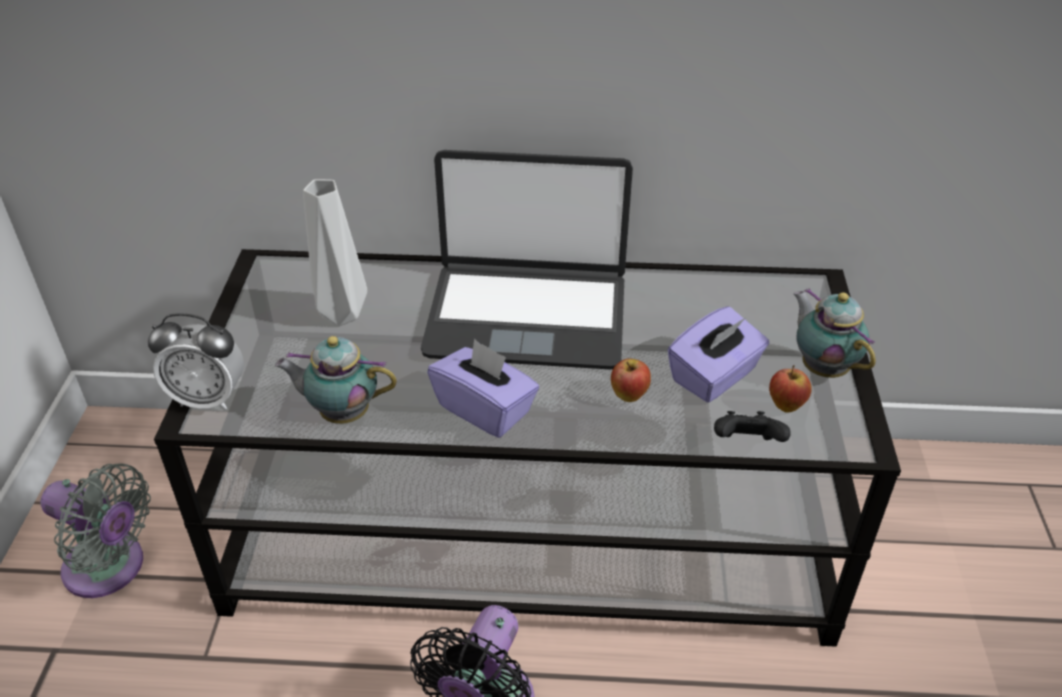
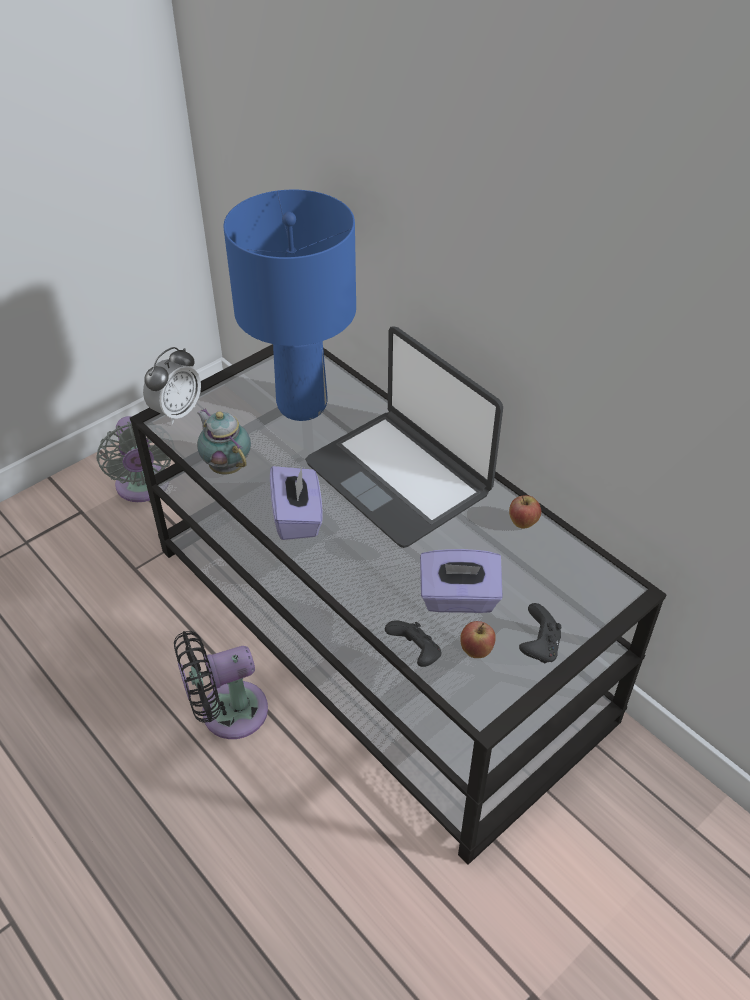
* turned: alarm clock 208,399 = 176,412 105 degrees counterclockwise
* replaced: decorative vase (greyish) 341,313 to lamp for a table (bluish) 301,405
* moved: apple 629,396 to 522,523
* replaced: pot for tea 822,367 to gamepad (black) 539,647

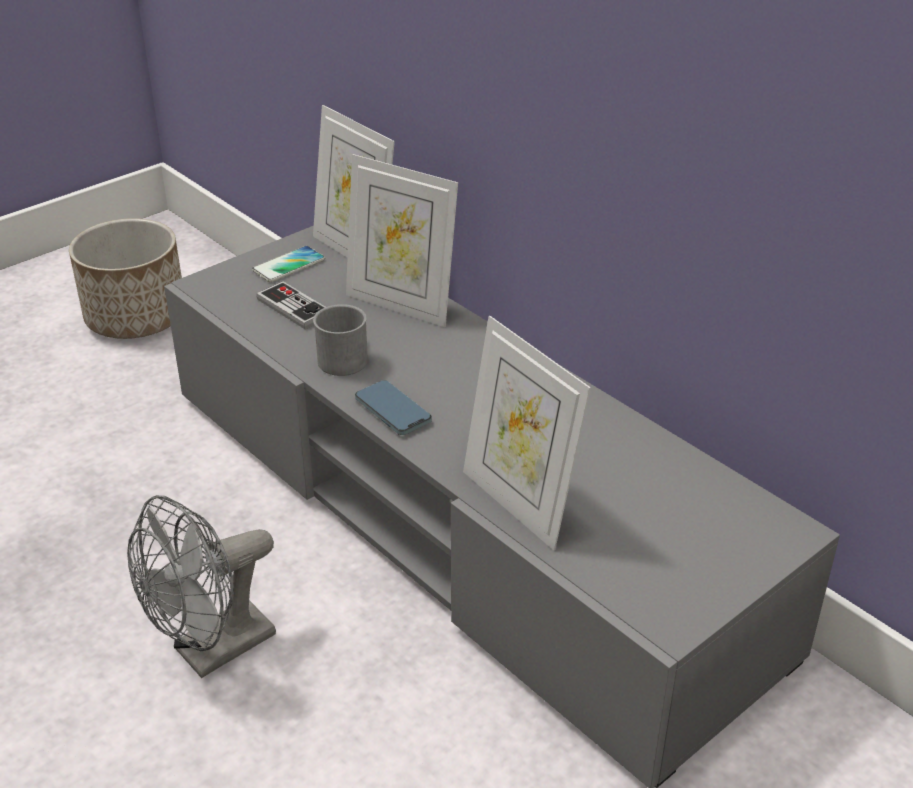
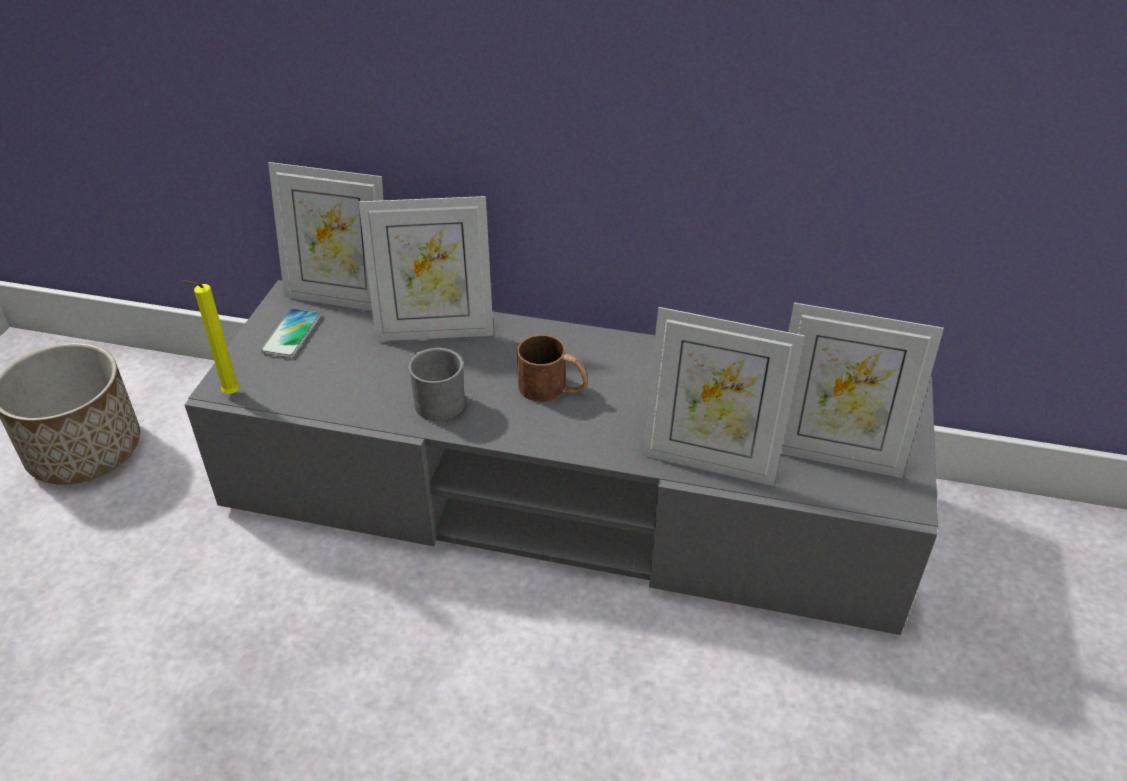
* removed: cooling fan (greyish) 212,651
* removed: gamepad 293,307
* removed: handset 393,411
* added: wax light (yellowish) 229,394
* added: mug (brown) 553,389
* added: picture frame 834,454

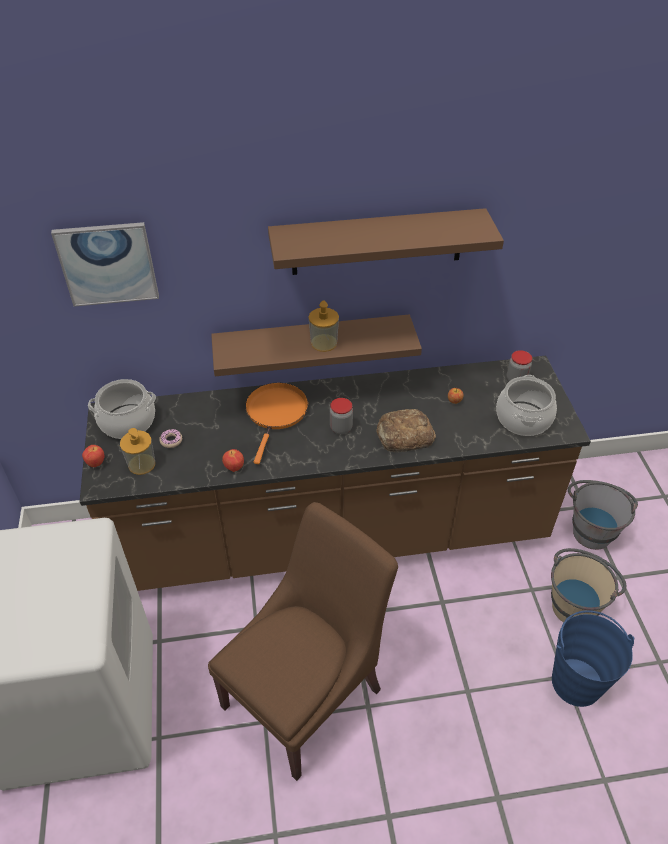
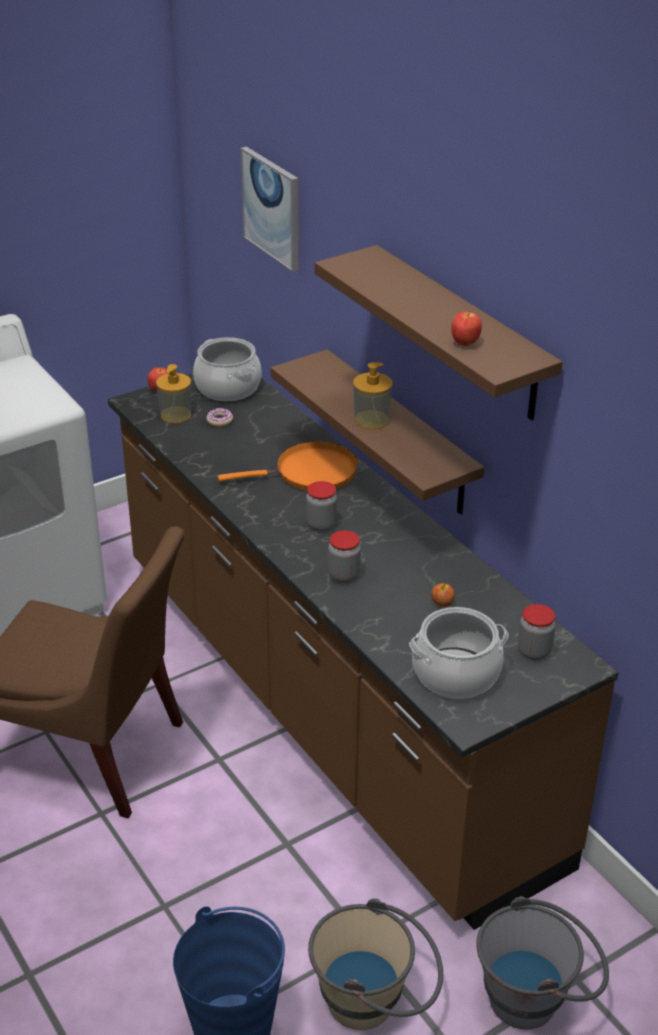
* moved: apple 234,468 to 464,343
* replaced: bread 403,435 to jar 344,575

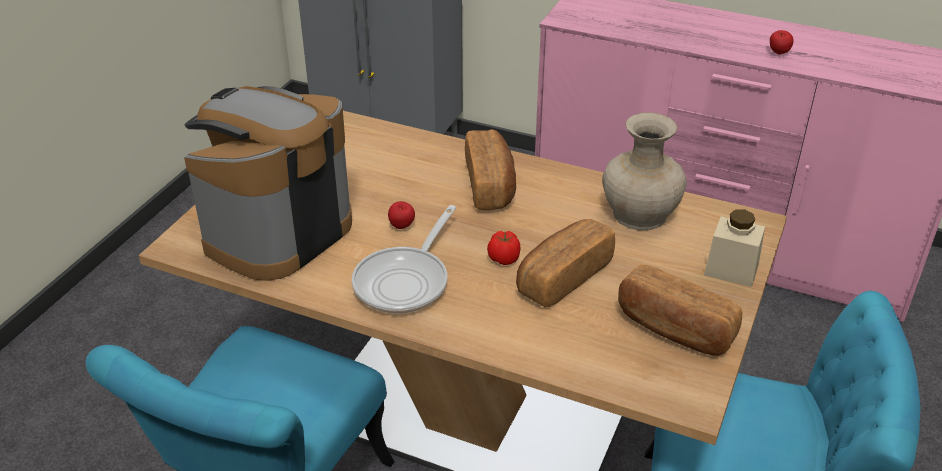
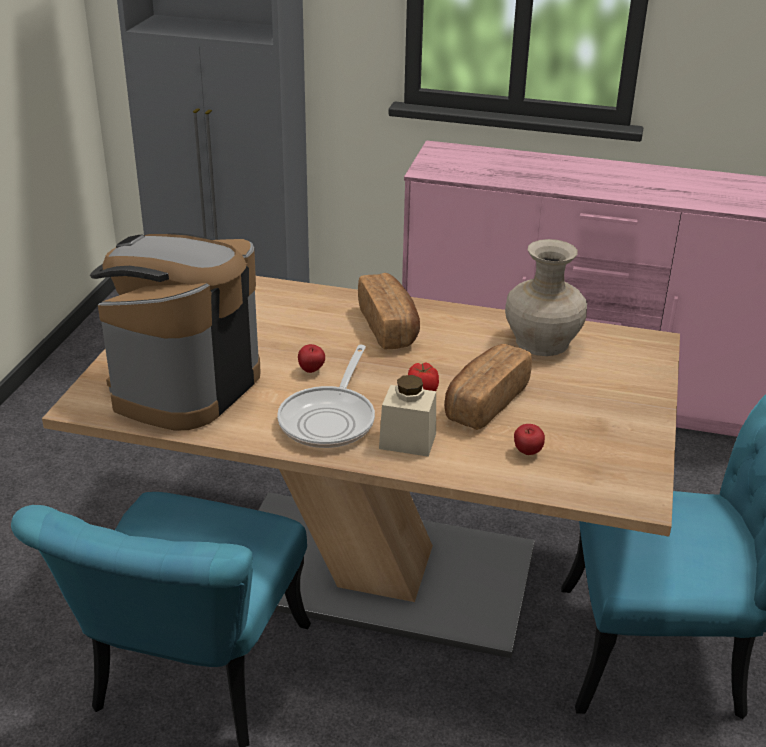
* removed: bread 674,329
* moved: jar (beige) 731,270 to 407,441
* moved: apple 778,53 to 527,453

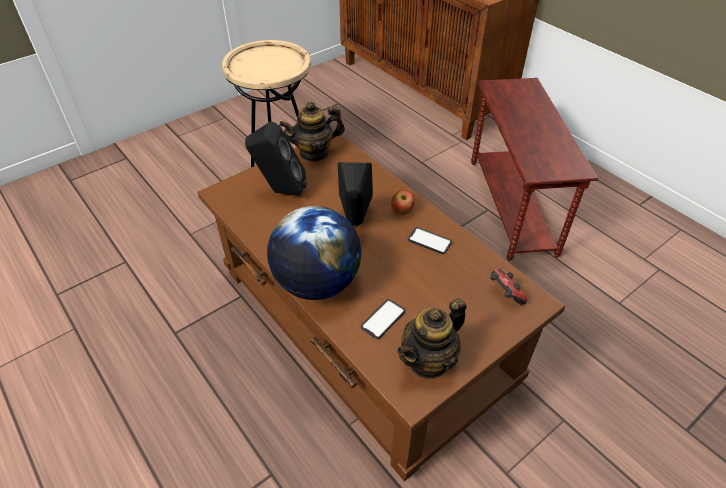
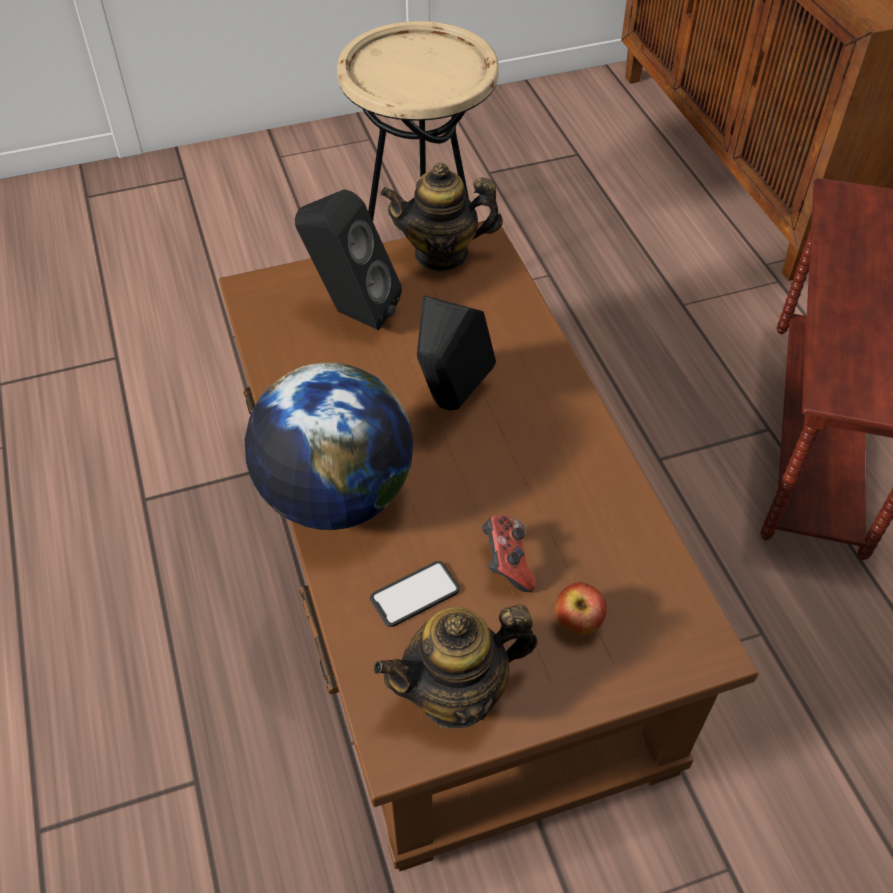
* moved: apple 402,211 to 577,623
* removed: handset 429,241
* moved: gamepad 504,294 to 507,564

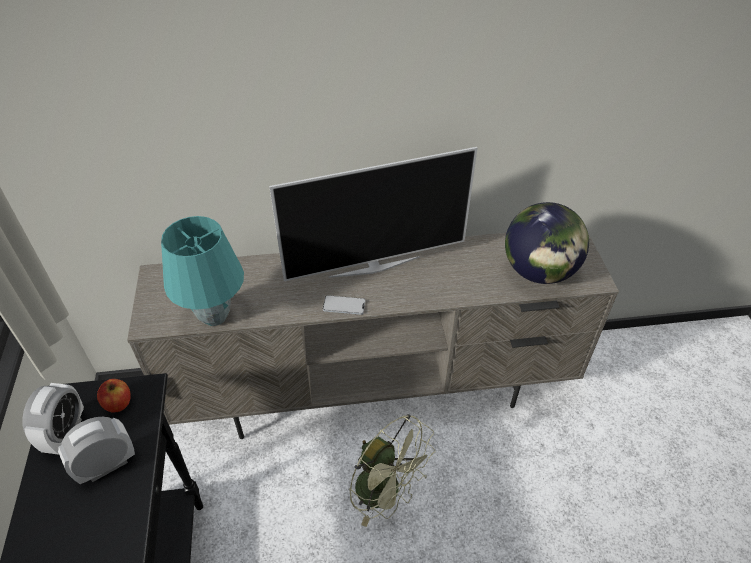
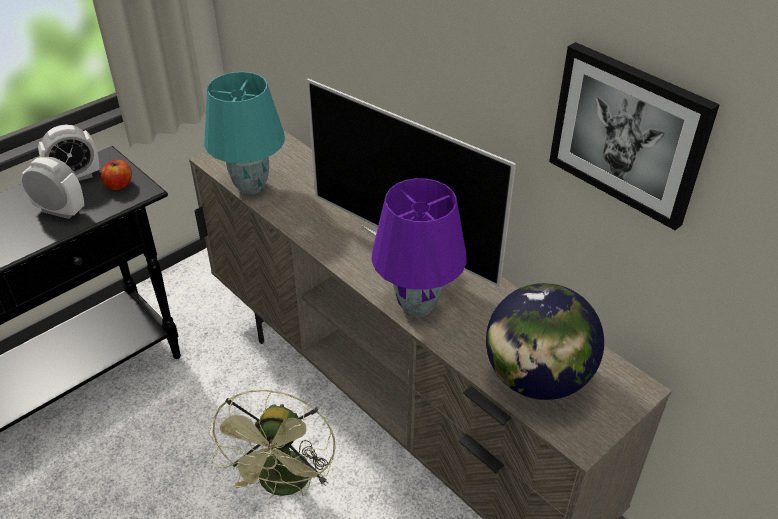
* removed: handset 344,305
* added: lamp for a table (purplish) 418,306
* added: wall art 629,133

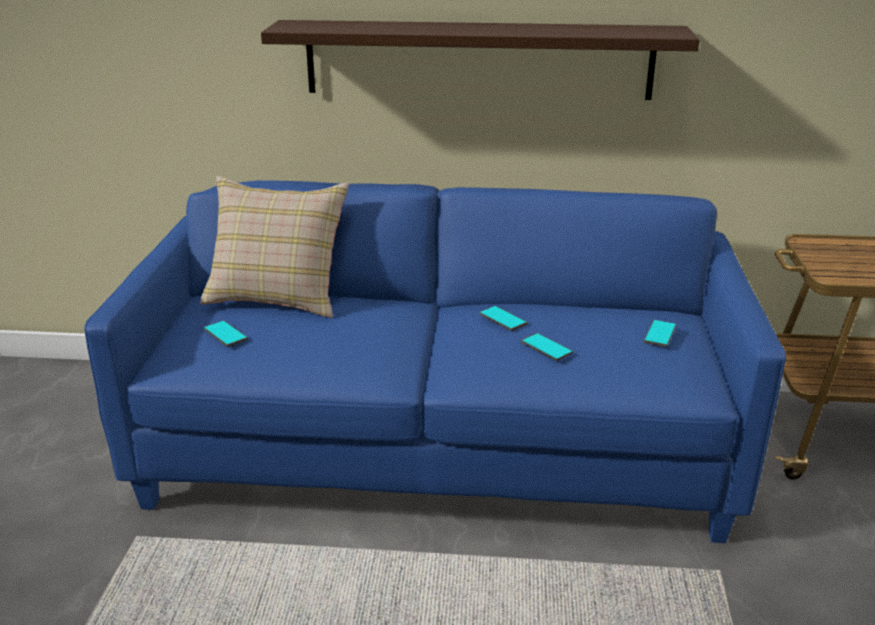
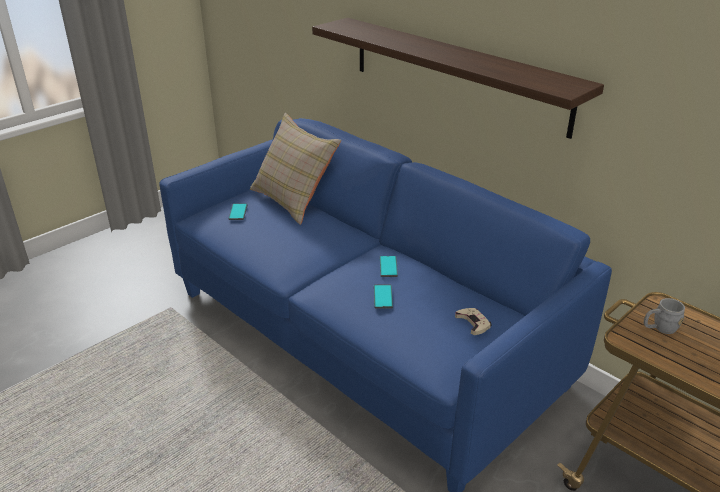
* replaced: handset 660,334 to gamepad (beige) 473,323
* added: mug (greyish) 659,328

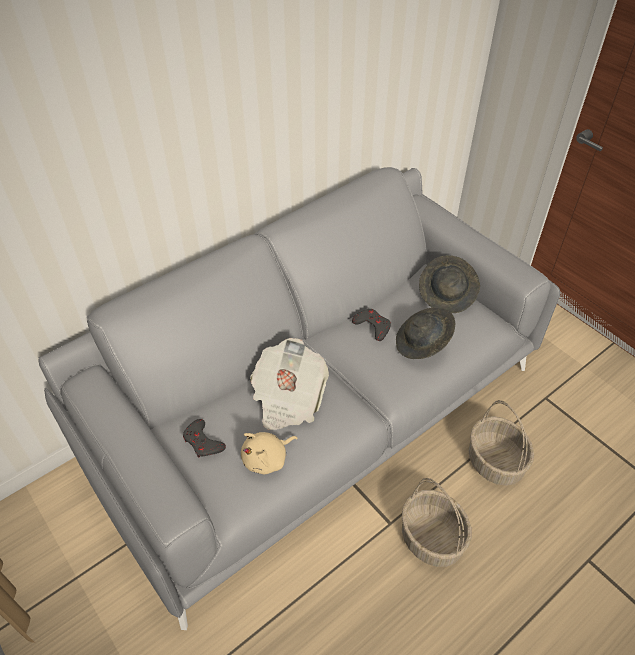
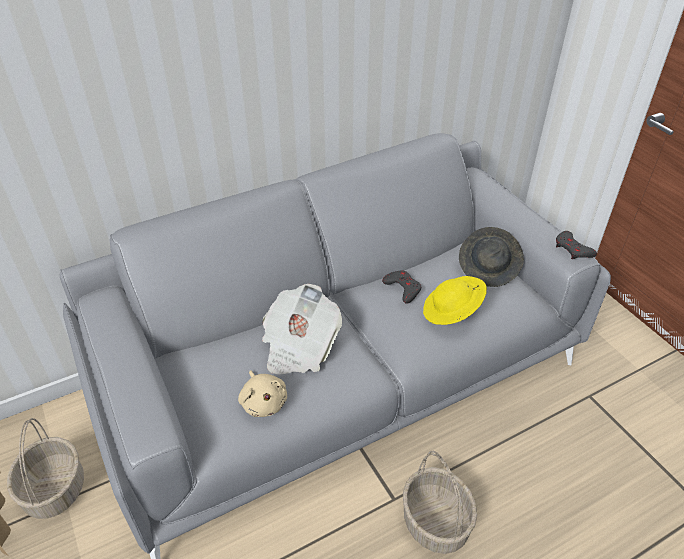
* moved: gamepad (greyish) 203,442 to 572,249
* turned: cuddly toy (beige) 267,459 = 263,402 90 degrees counterclockwise
* recoloured: hat (greyish) 423,343 to hat (yellowish) 452,312
* moved: basket 494,461 to 54,489

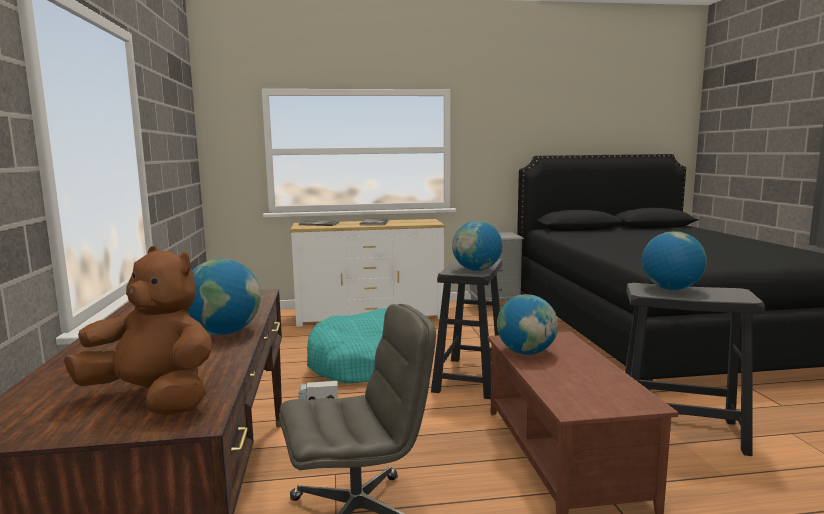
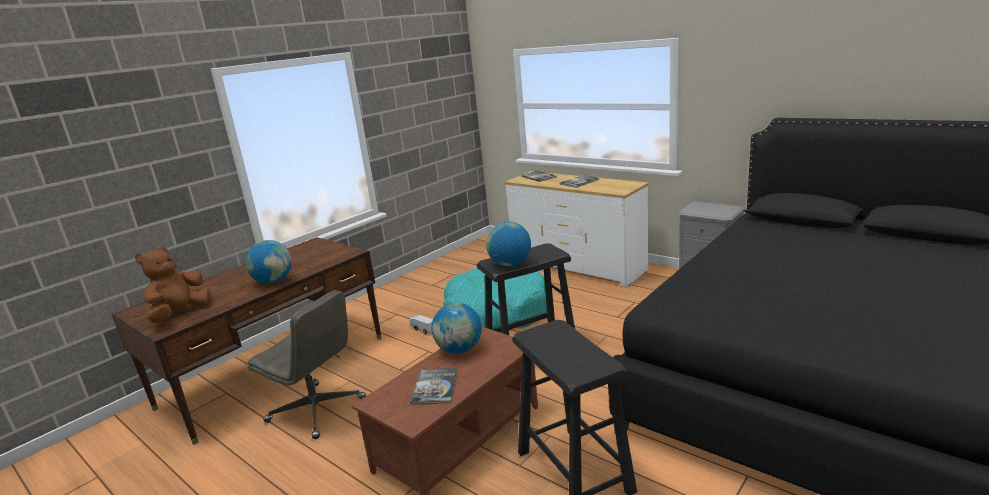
* turned: cuddly toy (brown) 154,399 = 180,314 135 degrees counterclockwise
* removed: world globe 671,289
* added: volume 435,387

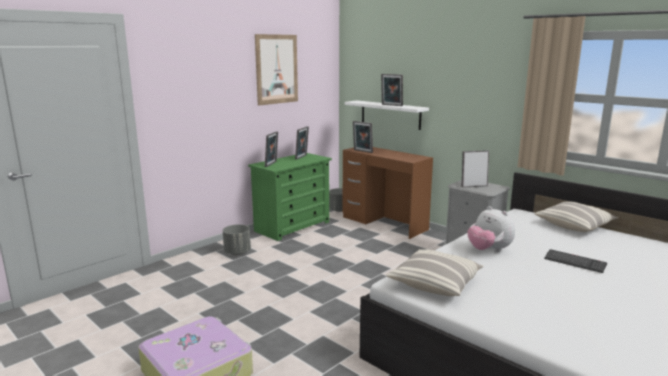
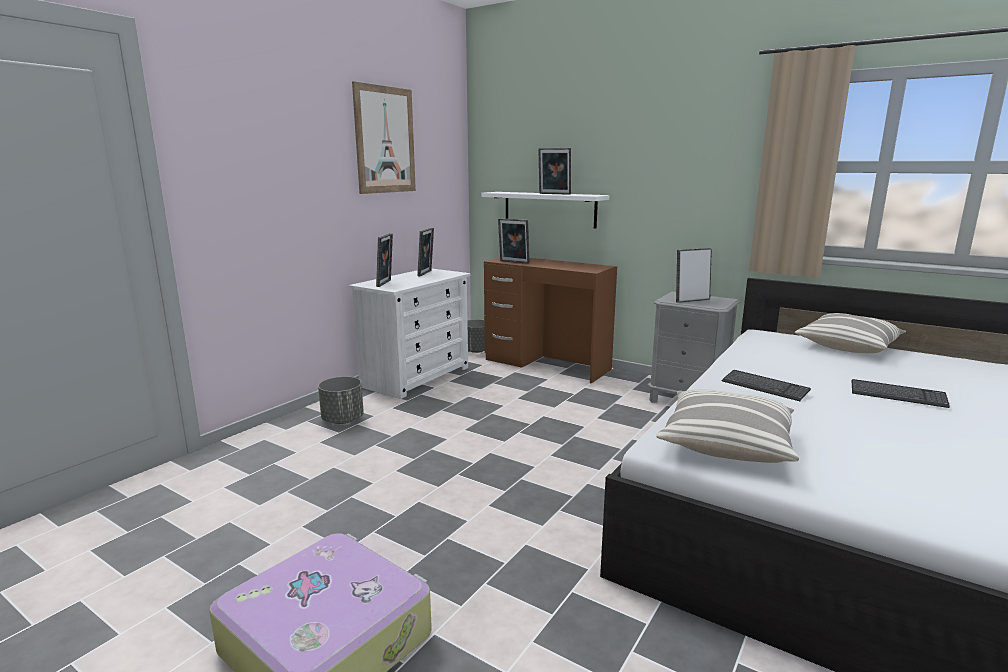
* recoloured: chest of drawers (greenish) 292,226 to chest of drawers (white) 417,377
* replaced: cuddly toy 489,250 to keyboard 764,387

